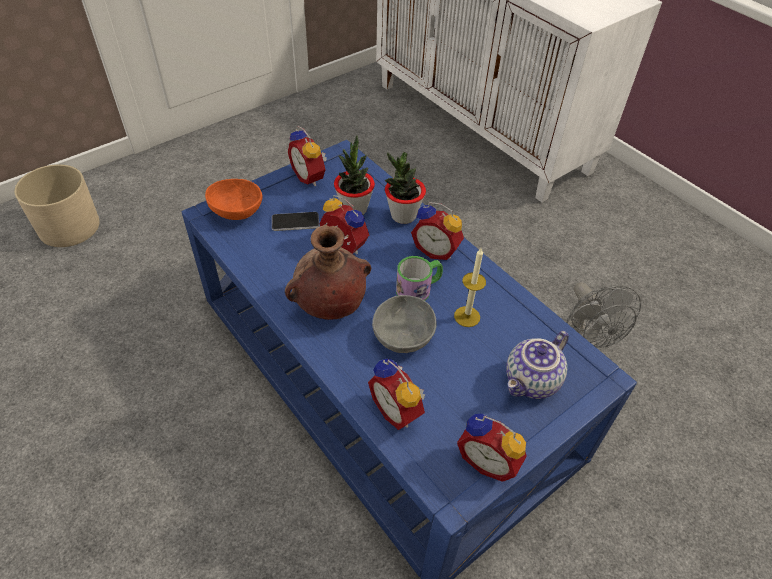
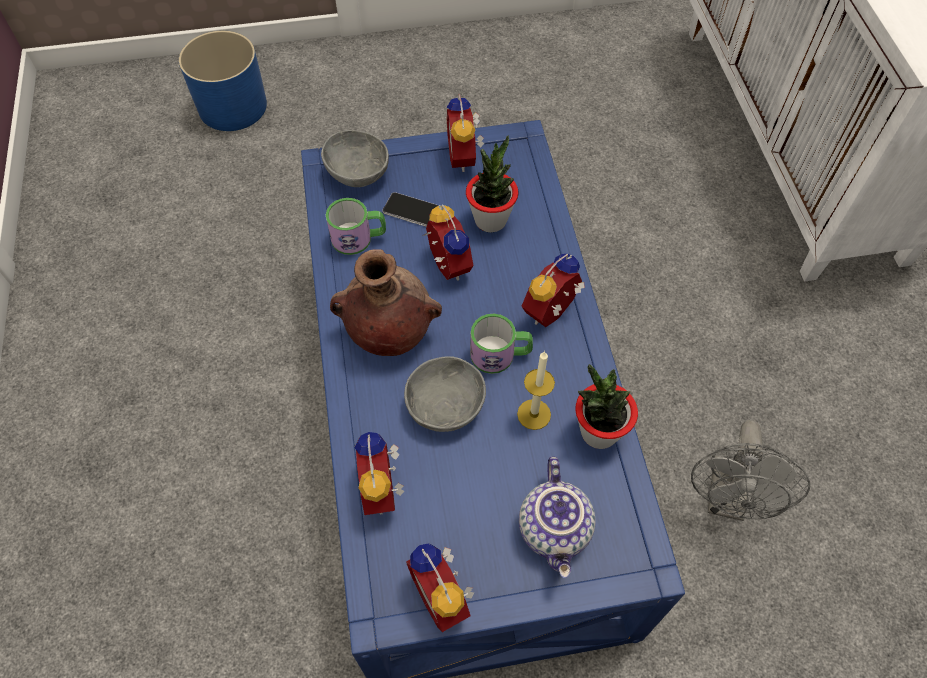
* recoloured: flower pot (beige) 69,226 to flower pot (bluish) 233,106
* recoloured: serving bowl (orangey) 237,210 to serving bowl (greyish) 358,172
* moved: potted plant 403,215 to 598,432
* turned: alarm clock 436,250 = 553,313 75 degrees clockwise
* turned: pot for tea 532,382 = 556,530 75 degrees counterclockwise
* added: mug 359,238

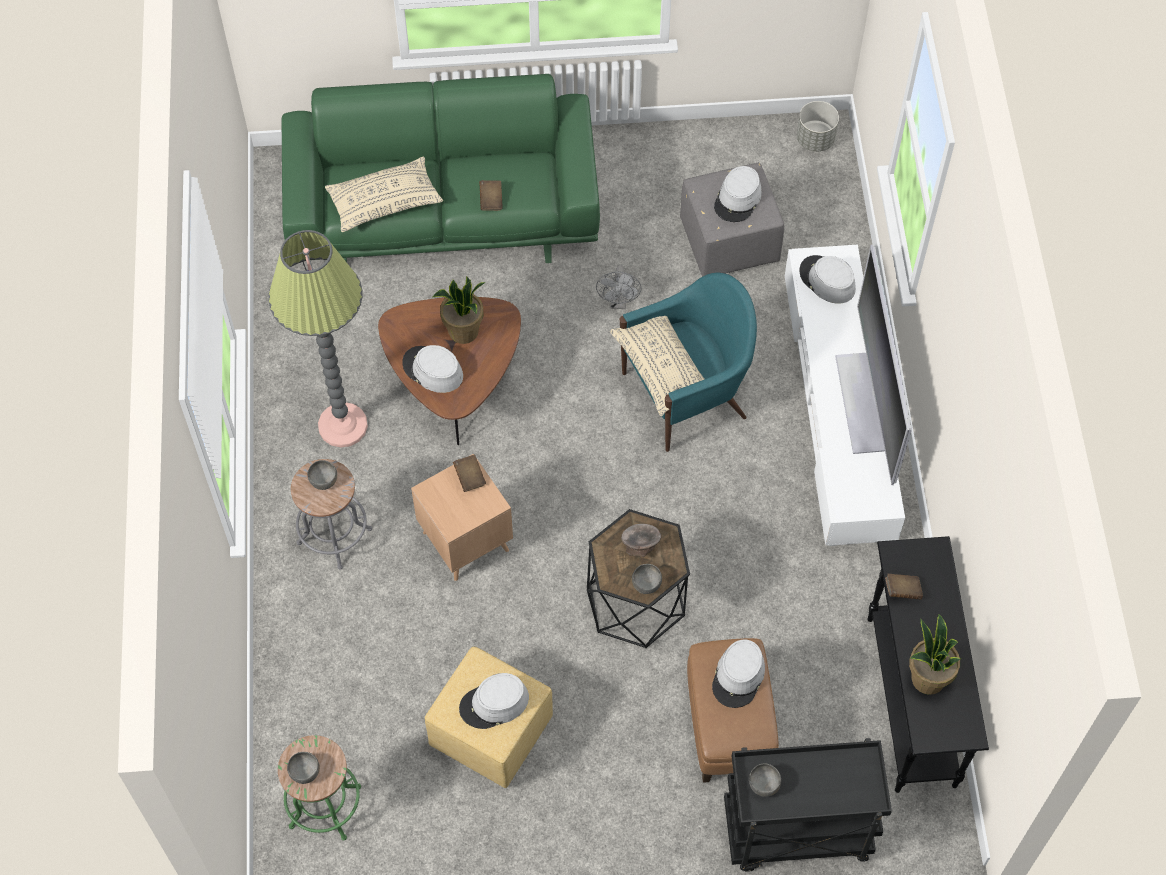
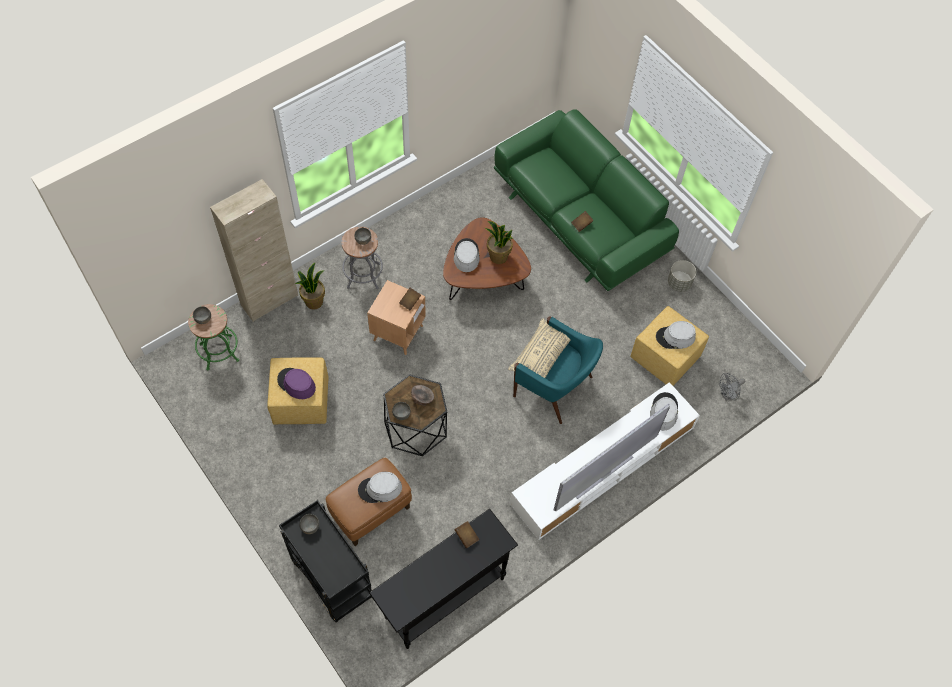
* removed: standard lamp 343,425
* removed: pillow (beige) 385,202
* recoloured: hat (greyish) 494,703 to hat (purplish) 296,384
* moved: cooling fan (greyish) 618,302 to 727,395
* recoloured: ottoman (greyish) 729,240 to ottoman (yellowish) 665,357
* moved: flower pot (greyish) 815,139 to 679,283
* moved: potted plant 927,678 to 314,301
* added: storage cabinet (beige) 269,300

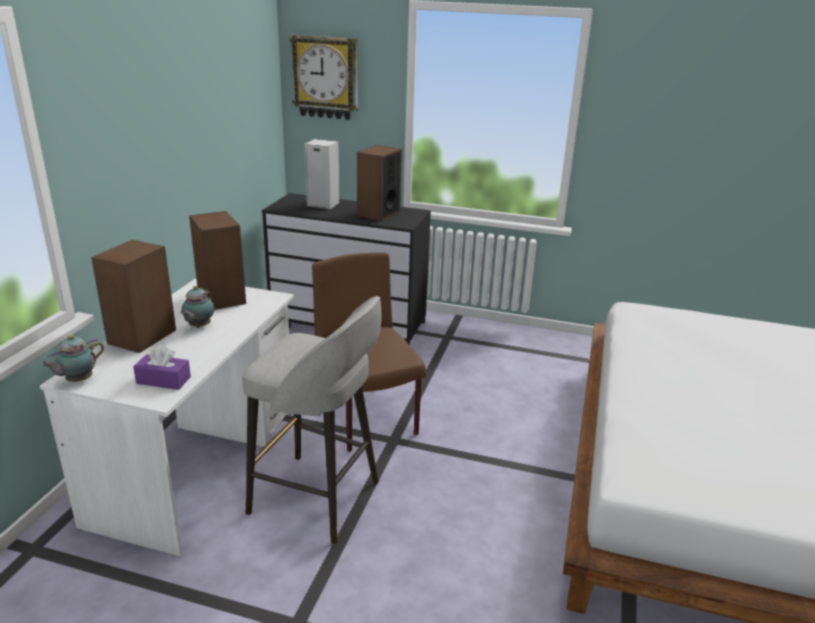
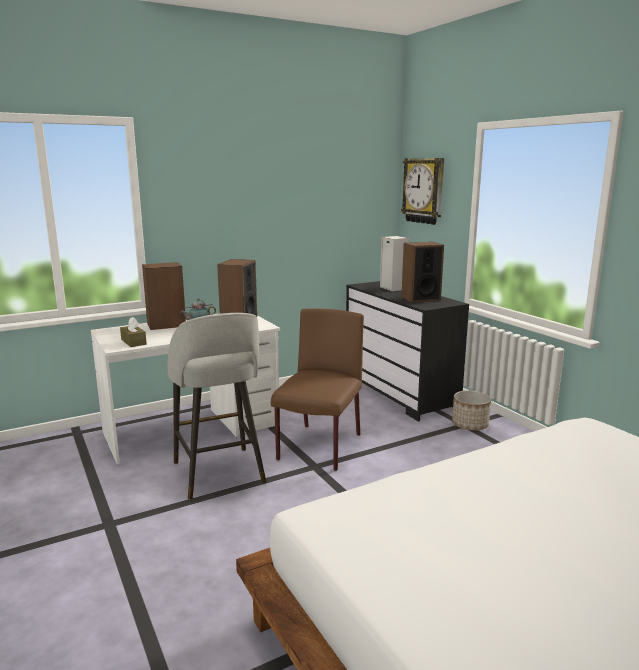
* removed: pot for tea 77,380
* recoloured: box of tissues (purplish) 163,380 to box of tissues (brown) 133,342
* added: flower pot 470,425

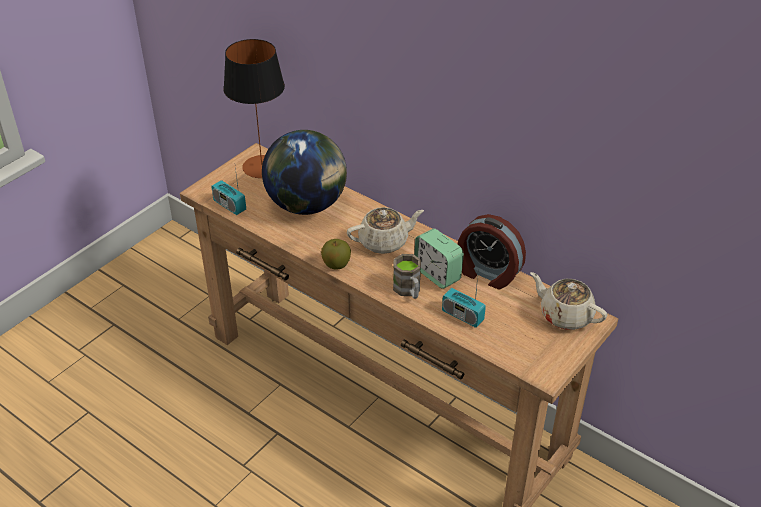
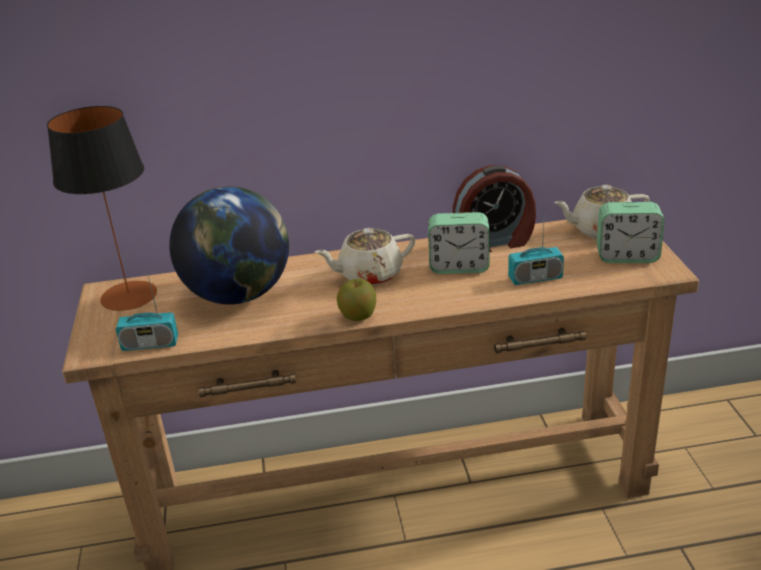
* turned: pot for tea (beige) 384,242 = 369,275 135 degrees counterclockwise
* removed: mug (brown) 409,291
* added: alarm clock 627,256

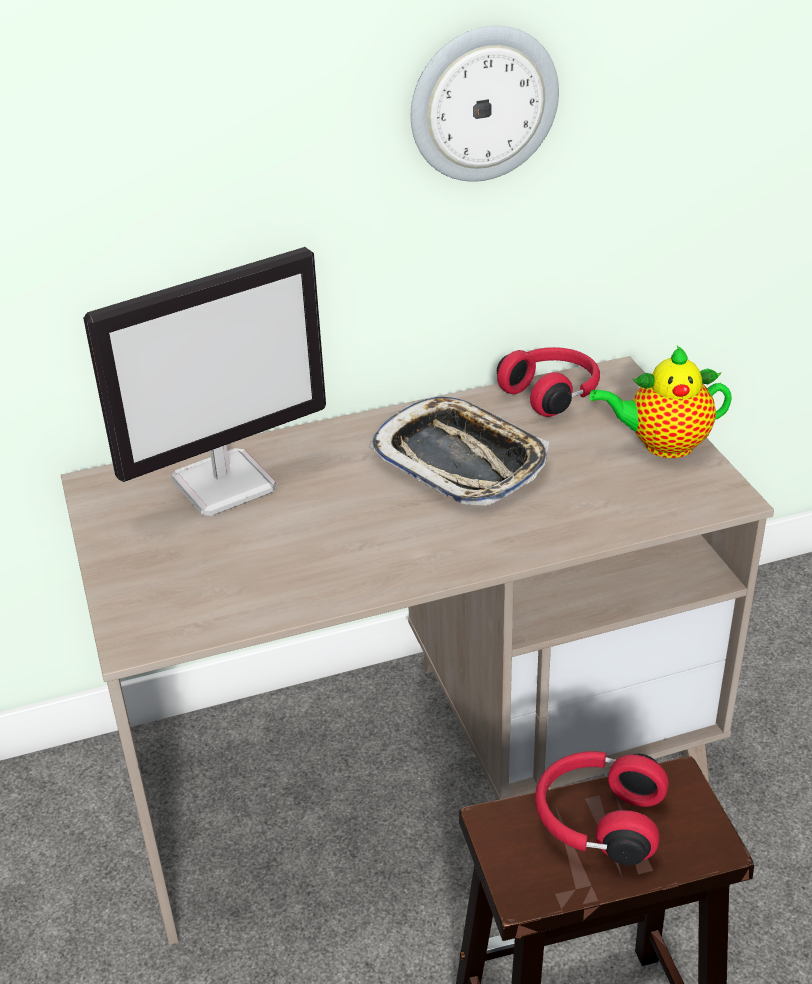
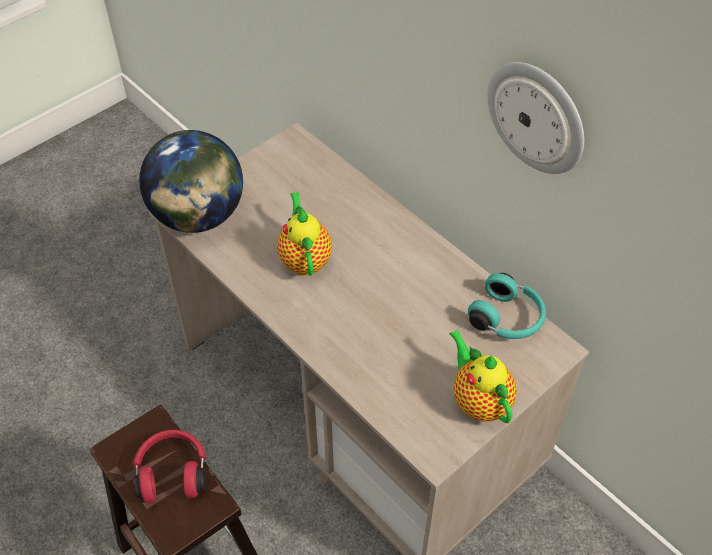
* removed: computer screen 225,483
* removed: carrying tray 460,460
* recoloured: headphones (red-coloured) 552,394 to headphones (turquoise-coloured) 507,319
* added: world globe 198,216
* added: pot for tea 305,259

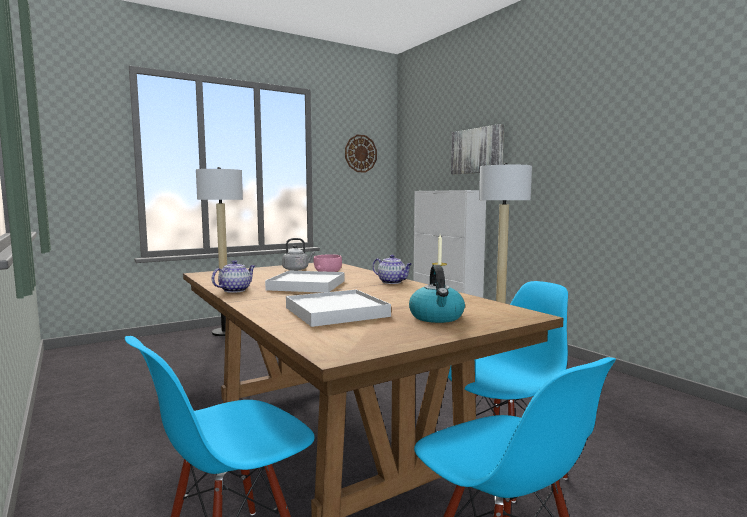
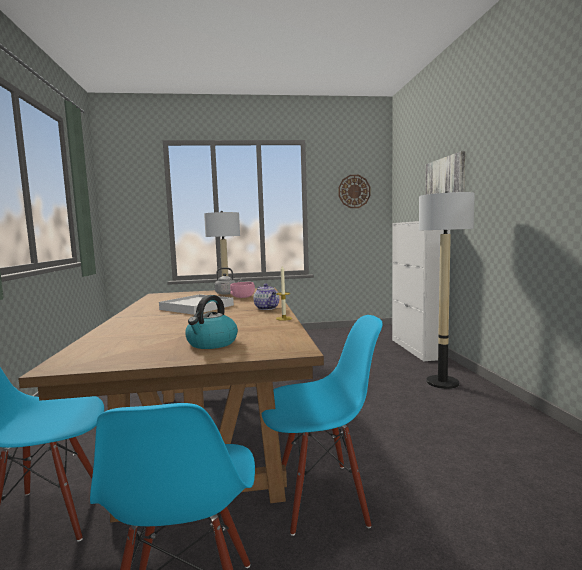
* removed: pot for tea 235,290
* removed: carrying tray (white) 336,312

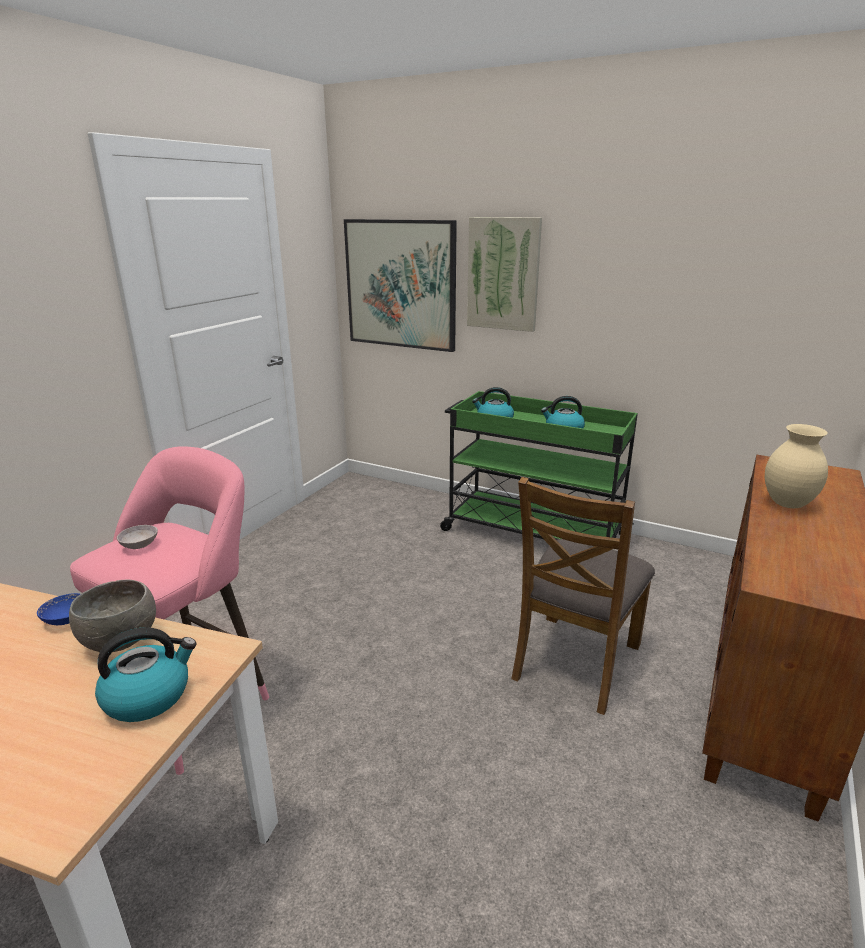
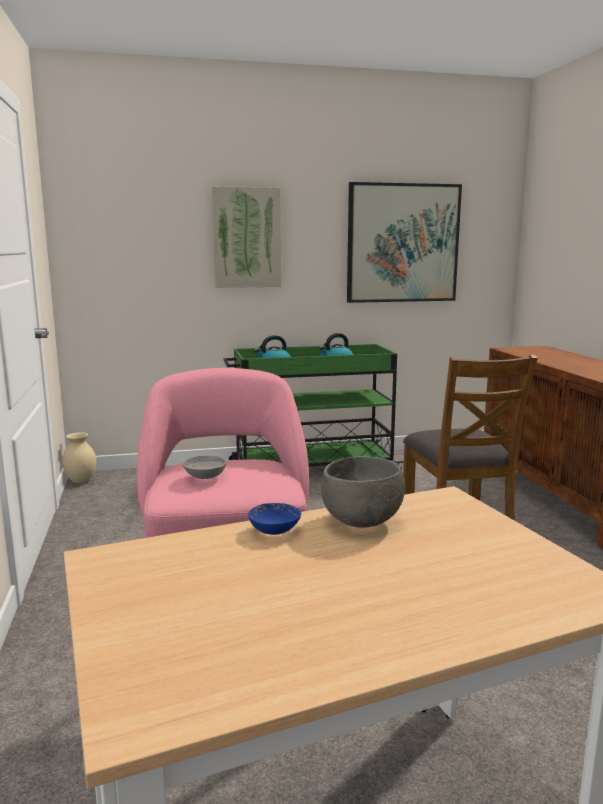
* removed: water kettle 149,696
* moved: wall art 401,284 to 402,243
* moved: decorative vase (beige) 788,504 to 81,481

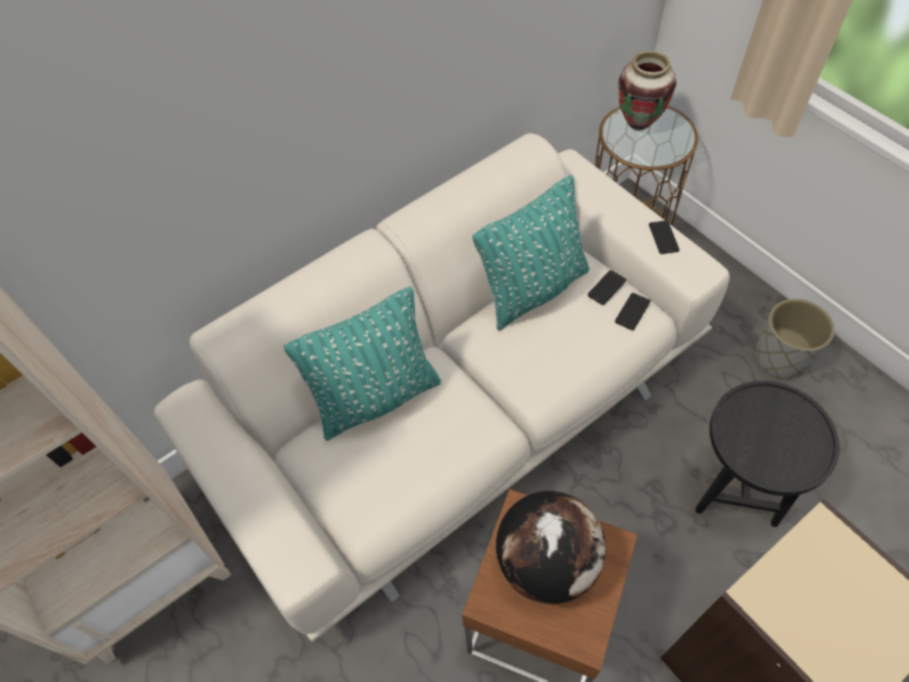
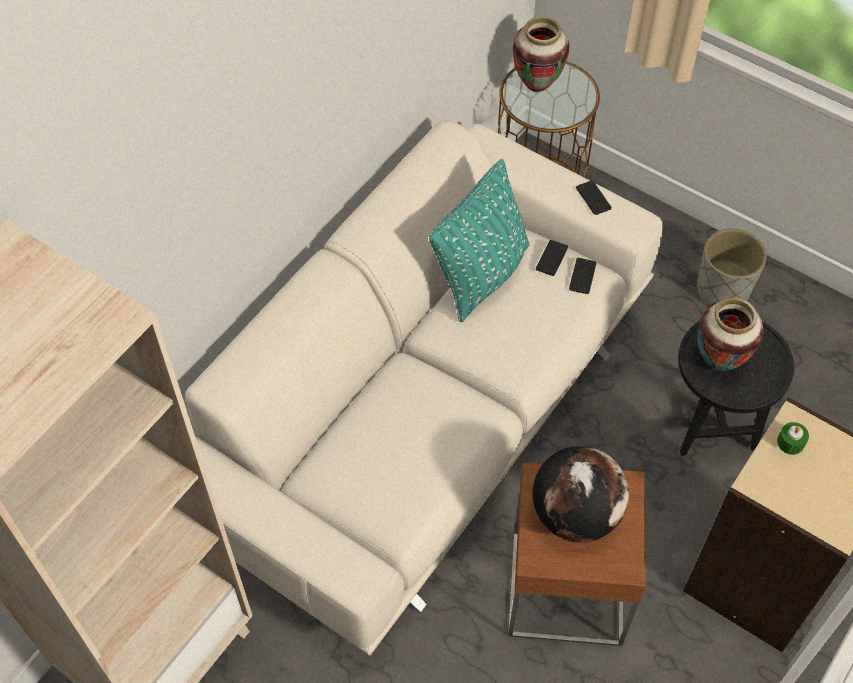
* removed: pillow (turquoise-coloured) 376,397
* added: decorative vase 718,362
* added: wax light (greenish) 790,442

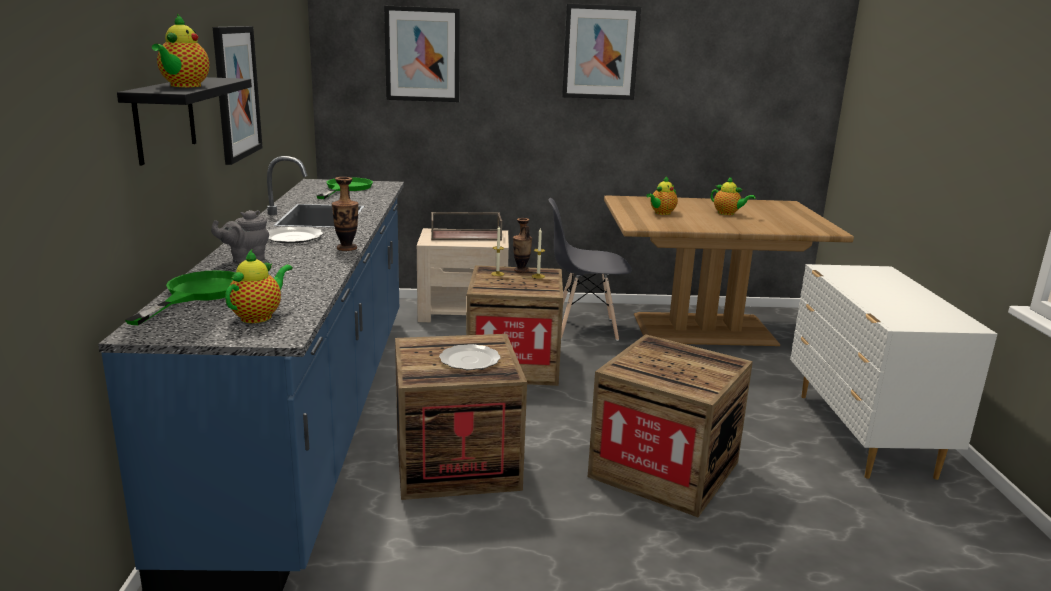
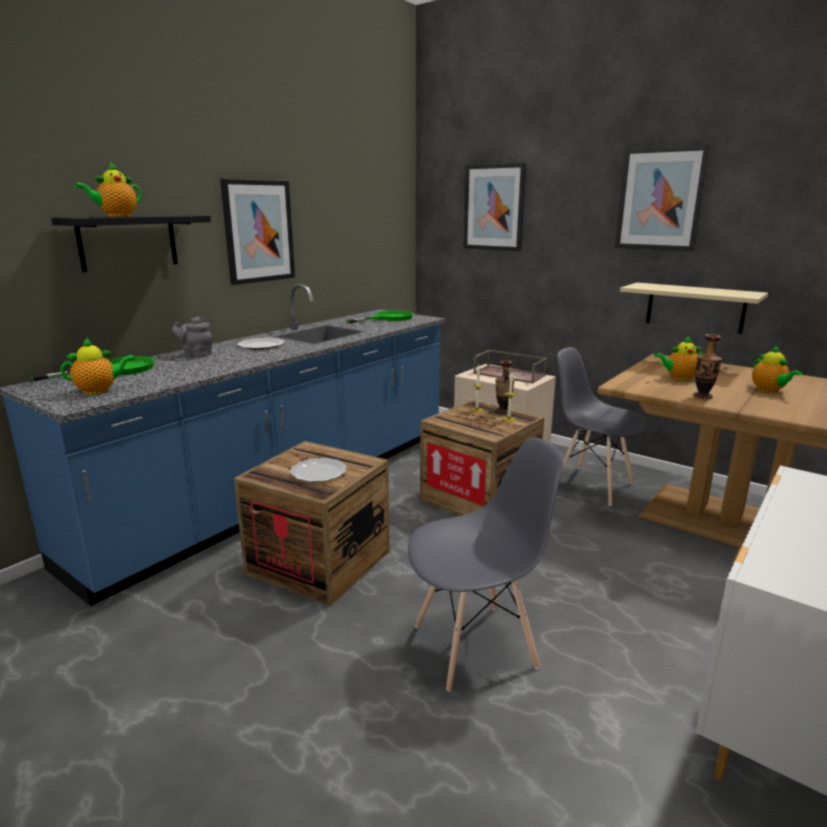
* moved: decorative vase 347,248 to 702,397
* replaced: shipping crate 664,469 to chair (greyish) 475,646
* added: shelf (beige) 695,307

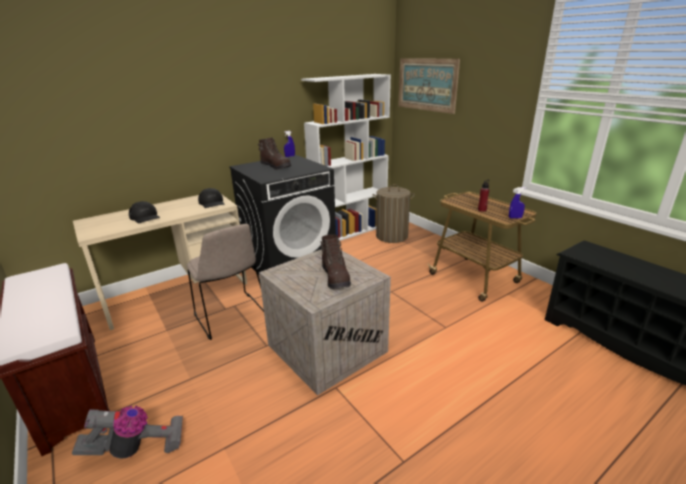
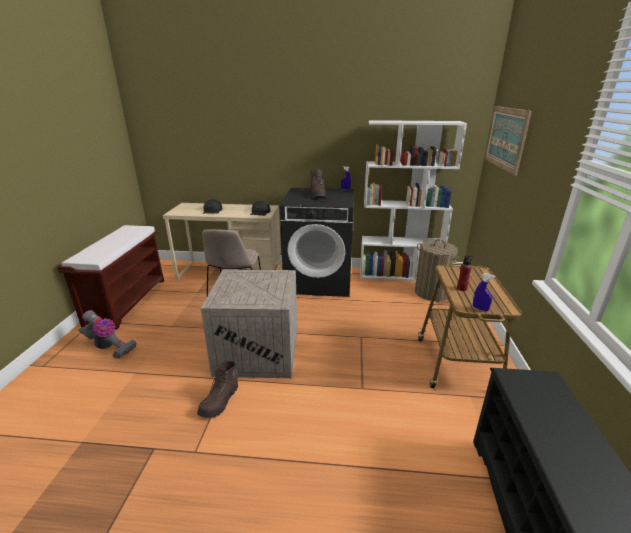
* moved: high-top boot (brown) 336,277 to 220,402

